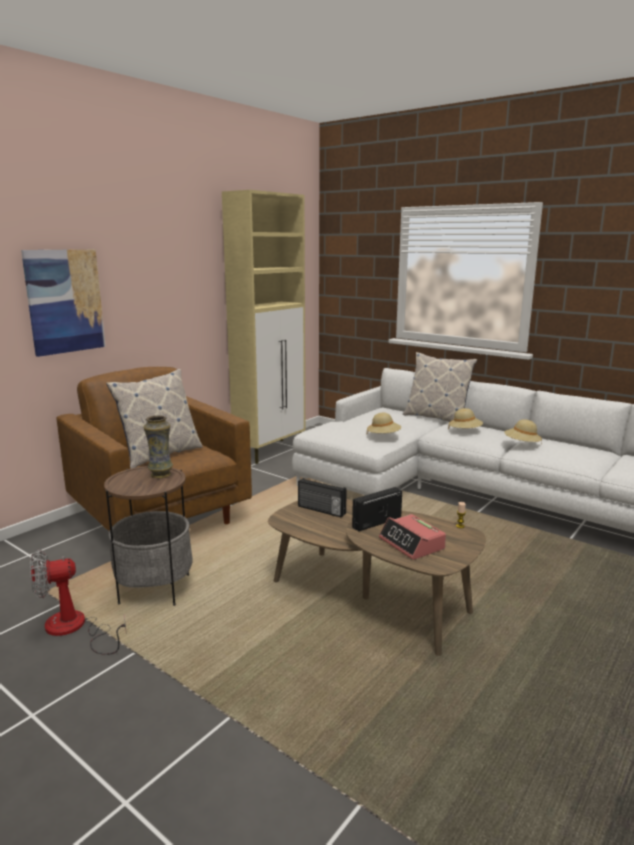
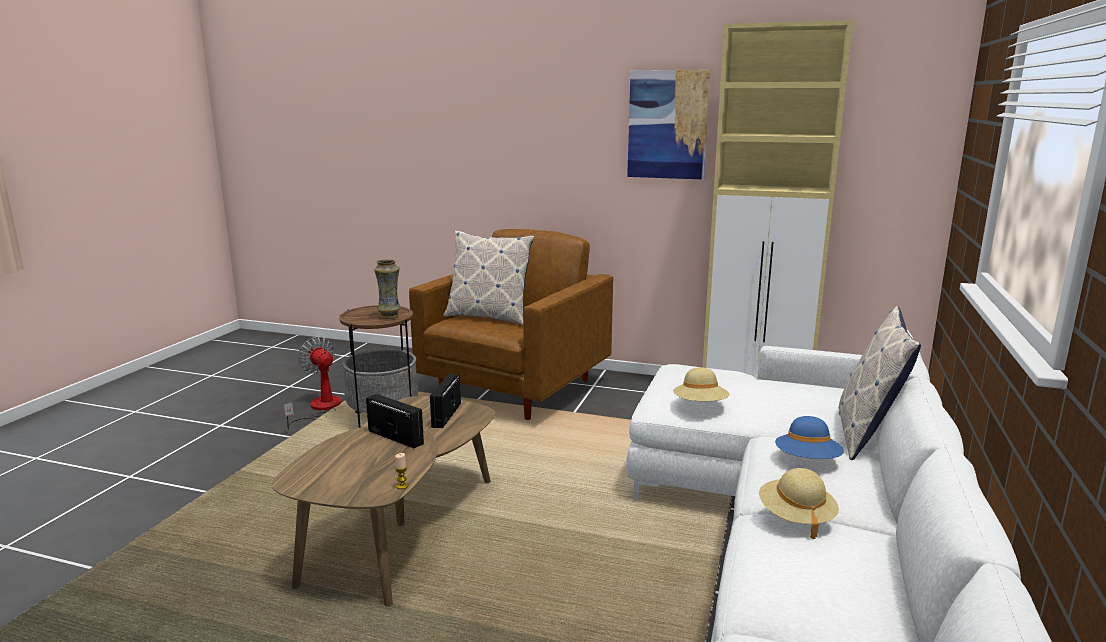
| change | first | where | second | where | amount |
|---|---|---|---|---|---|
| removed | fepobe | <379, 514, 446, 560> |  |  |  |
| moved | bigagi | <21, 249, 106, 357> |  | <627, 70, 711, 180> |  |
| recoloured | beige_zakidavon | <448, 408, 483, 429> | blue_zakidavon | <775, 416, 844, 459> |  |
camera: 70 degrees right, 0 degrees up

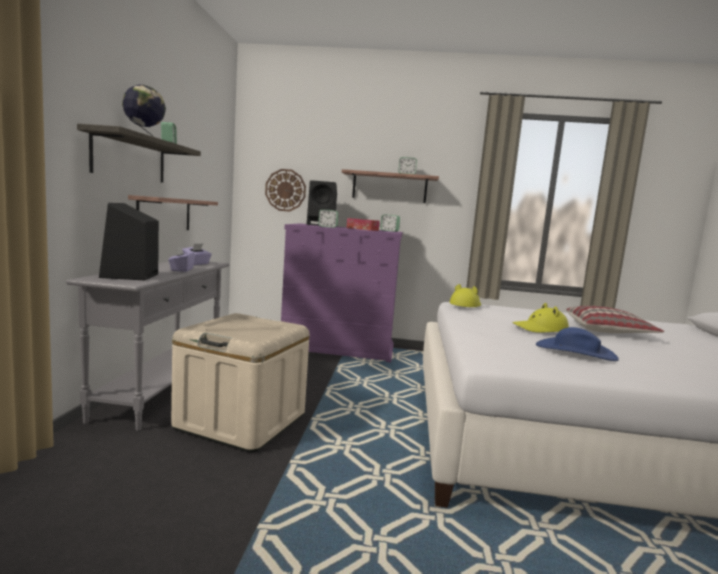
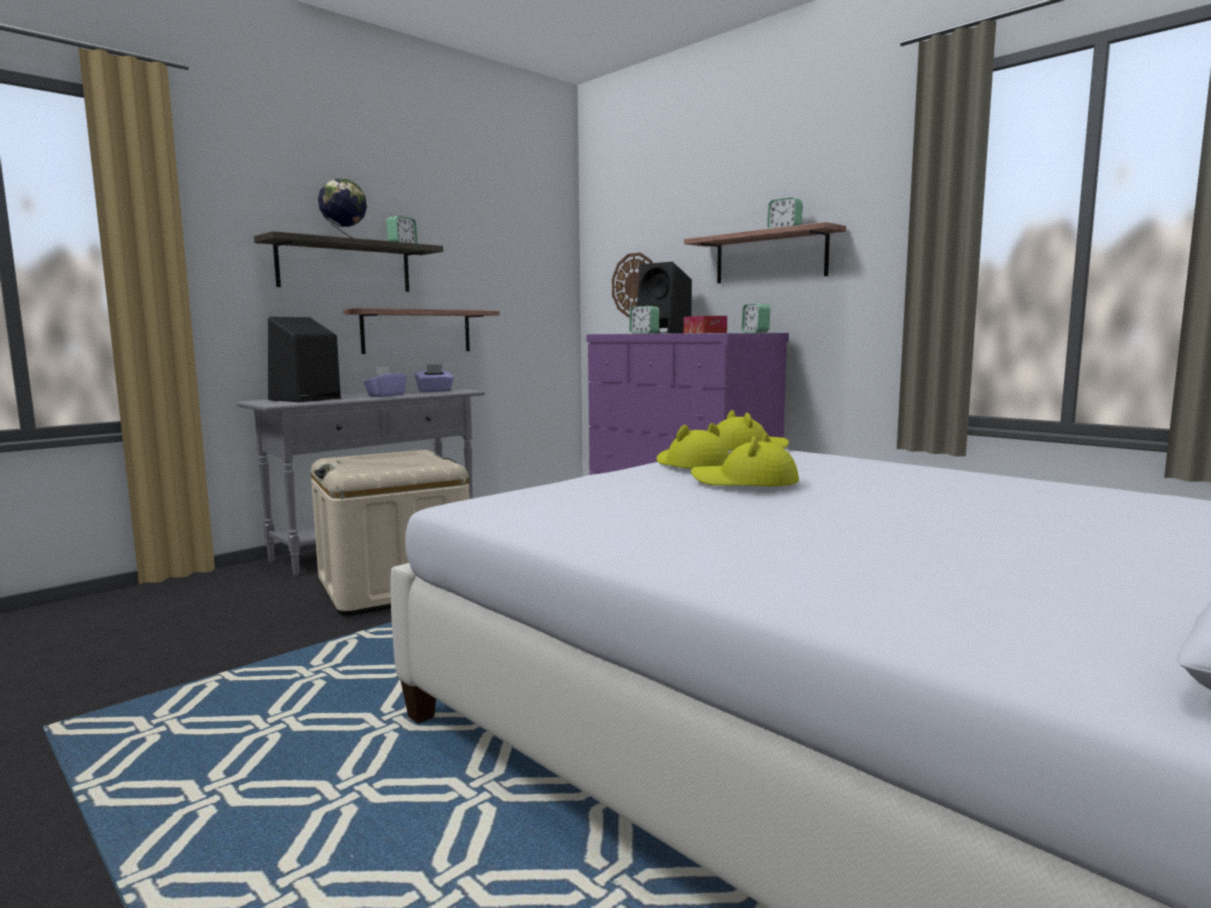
| change | first | where | second | where | amount |
|---|---|---|---|---|---|
| removed | blue_zakidavon | <536, 327, 619, 361> |  |  |  |
| removed | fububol | <566, 306, 664, 333> |  |  |  |
| added |  |  | yellow_zakidavon | <657, 423, 729, 469> |  |
camera: 40 degrees right, 0 degrees up

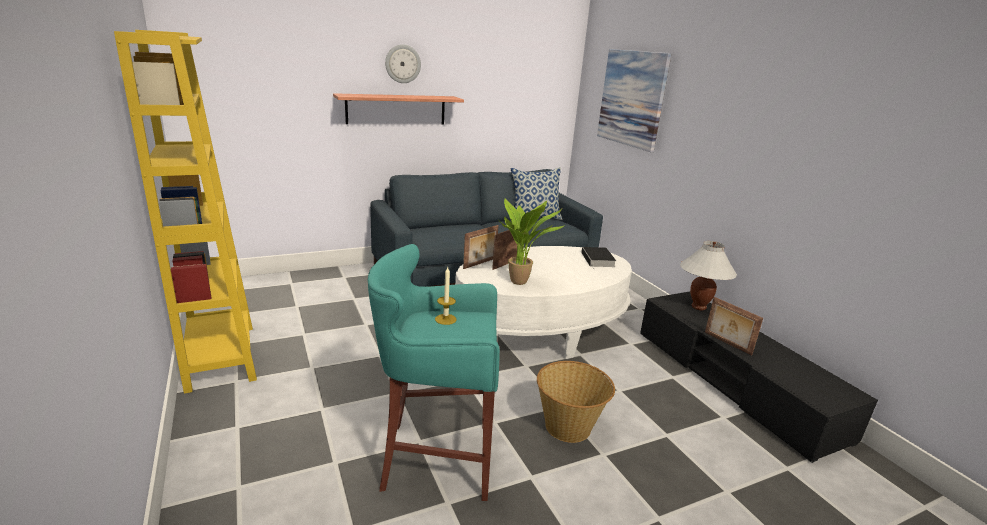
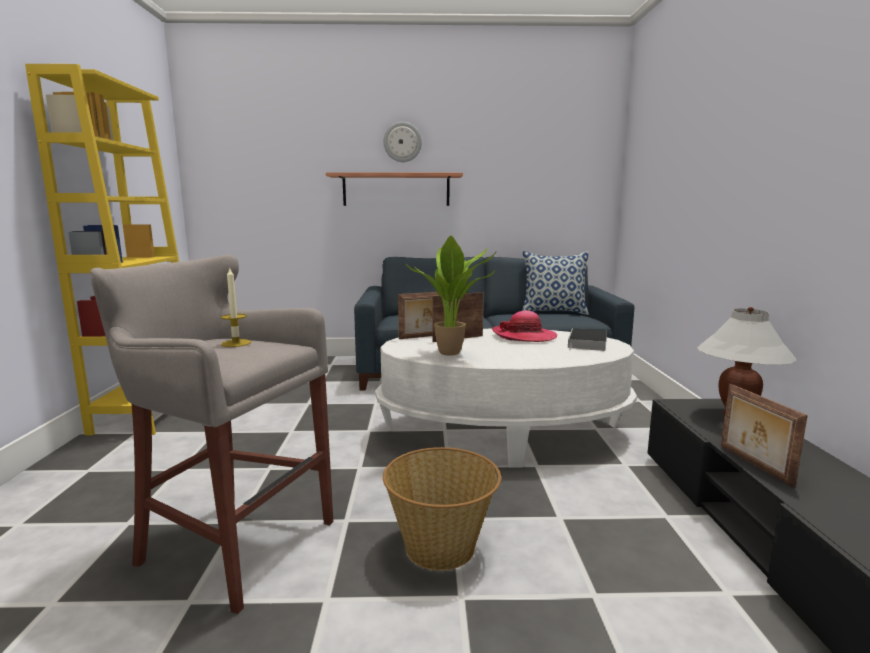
| change | first | where | second | where | amount |
|---|---|---|---|---|---|
| removed | bigagi | <597, 49, 671, 152> |  |  |  |
| added |  |  | zakidavon | <492, 310, 557, 342> |  |
| recoloured | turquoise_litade | <368, 244, 500, 501> | grey_litade | <90, 255, 333, 614> |  |
camera: 25 degrees right, 10 degrees down

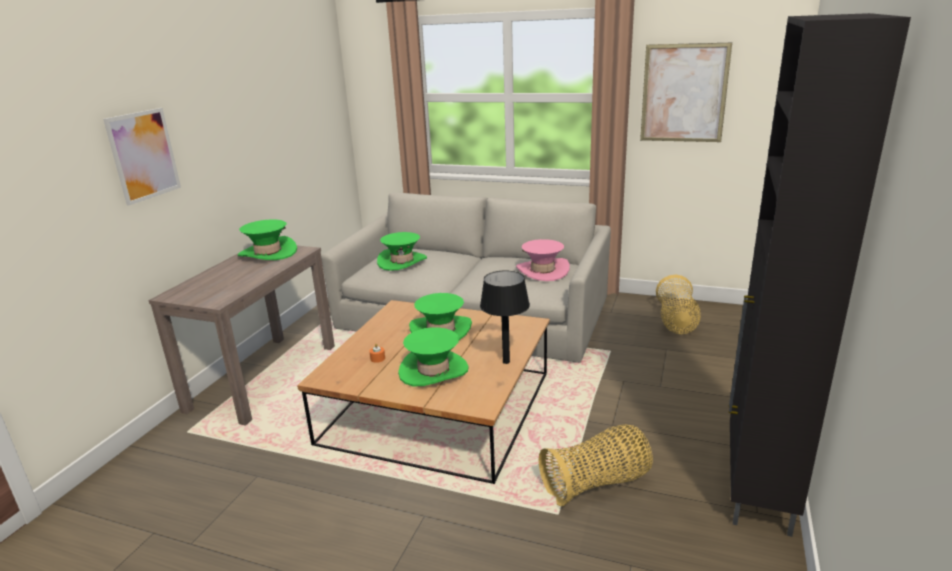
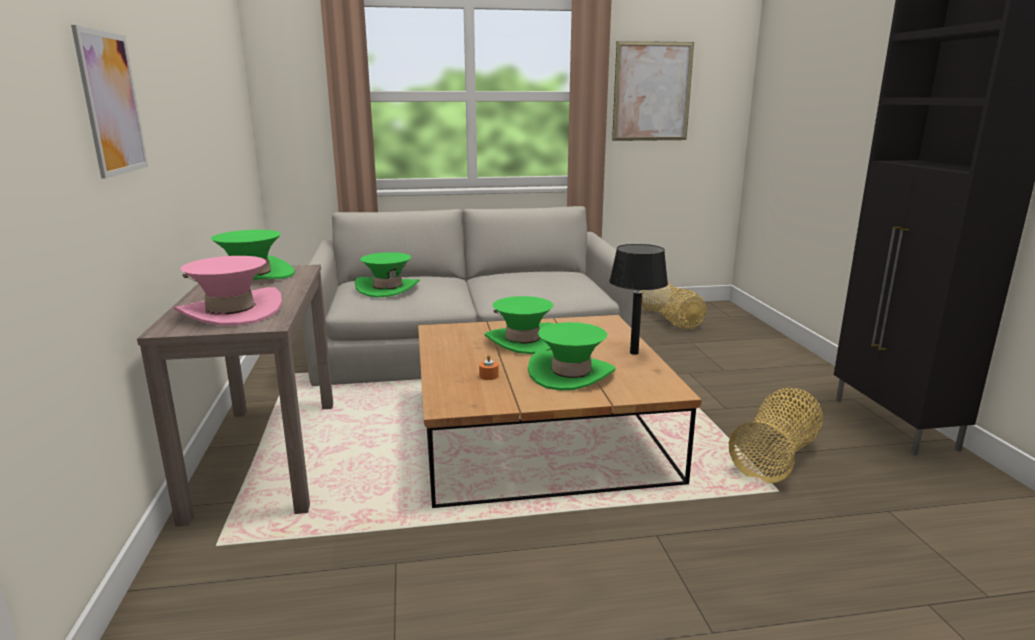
| change | first | where | second | where | amount |
|---|---|---|---|---|---|
| moved | pink_zakidavon | <516, 239, 570, 281> |  | <174, 256, 282, 326> |  |
camera: 30 degrees left, 5 degrees down

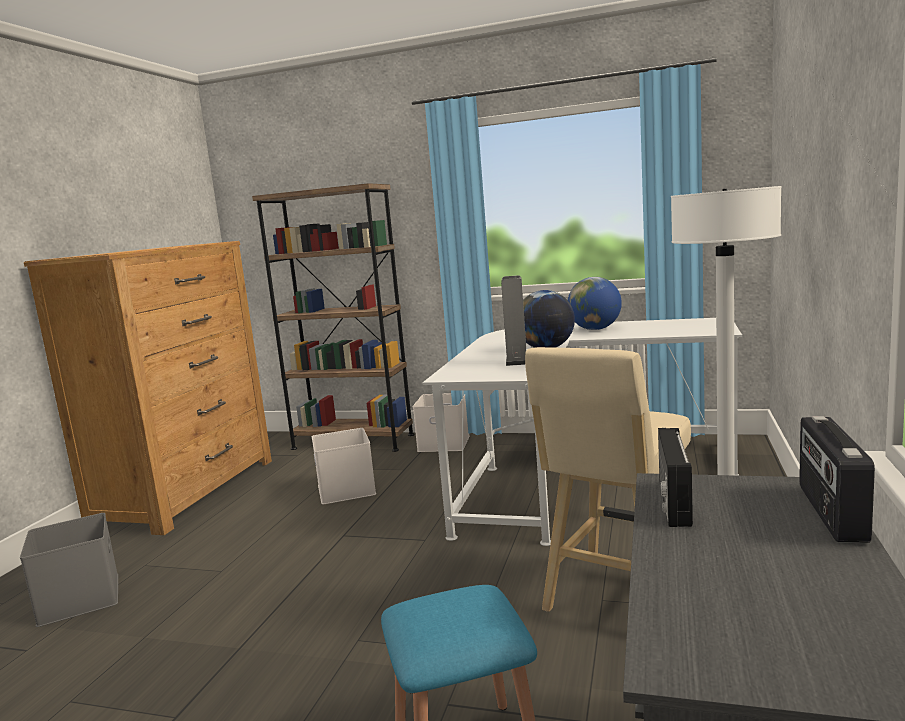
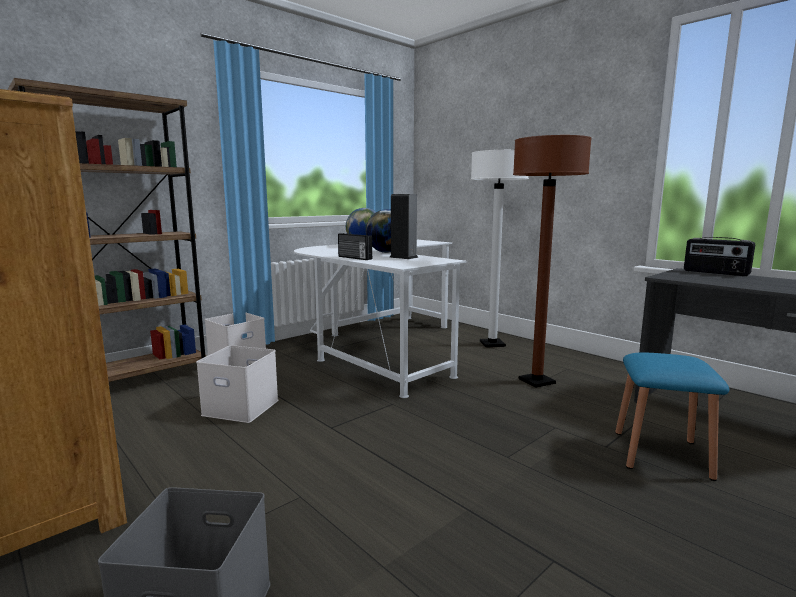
| change | first | where | second | where | amount |
|---|---|---|---|---|---|
| moved | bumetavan | <658, 428, 693, 527> |  | <338, 233, 372, 260> |  |
| replaced | beige_litade | <525, 347, 691, 612> | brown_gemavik | <513, 135, 592, 388> |  |
camera: 60 degrees left, 0 degrees up

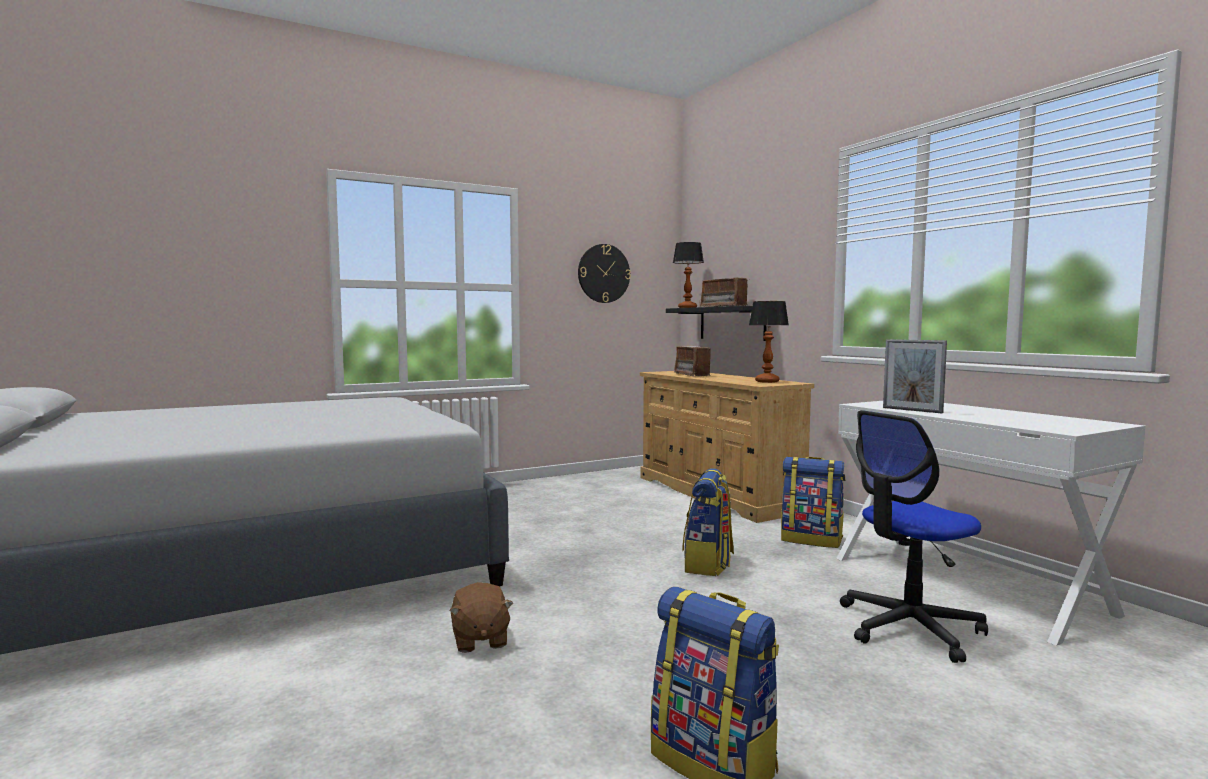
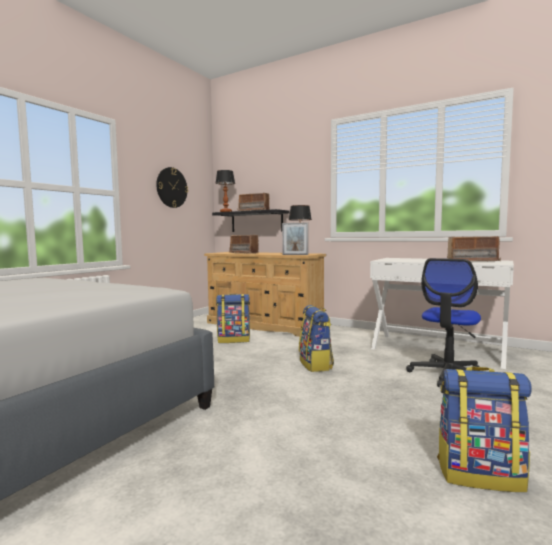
| change | first | where | second | where | amount |
|---|---|---|---|---|---|
| removed | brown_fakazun | <449, 582, 514, 653> |  |  |  |
| added |  |  | bumetavan | <447, 236, 501, 261> |  |
| moved | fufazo | <781, 457, 845, 548> |  | <216, 294, 250, 343> |  |
| moved | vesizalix | <883, 339, 947, 414> |  | <282, 223, 308, 255> |  |
camera: 30 degrees left, 0 degrees up

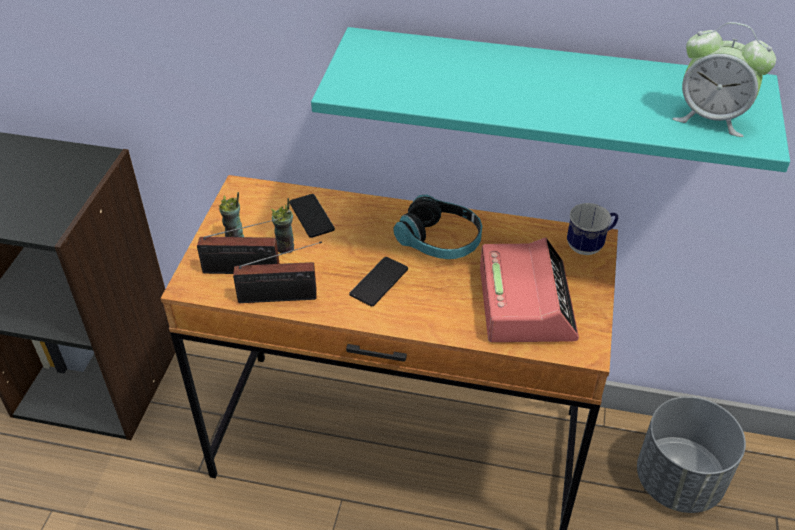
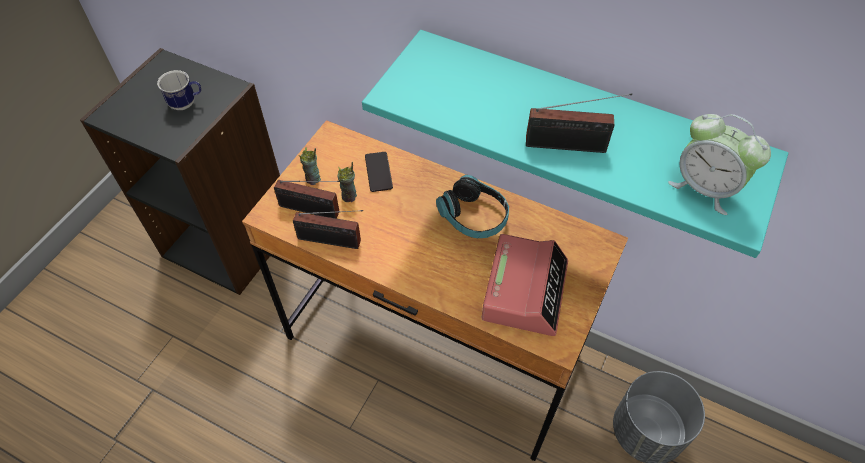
| change | first | where | second | where | amount |
|---|---|---|---|---|---|
| removed | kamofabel | <349, 257, 408, 306> |  |  |  |
| added |  |  | bumetavan | <526, 93, 632, 153> |  |
| moved | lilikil | <567, 203, 618, 255> |  | <157, 70, 201, 110> |  |
camera: 15 degrees right, 10 degrees up

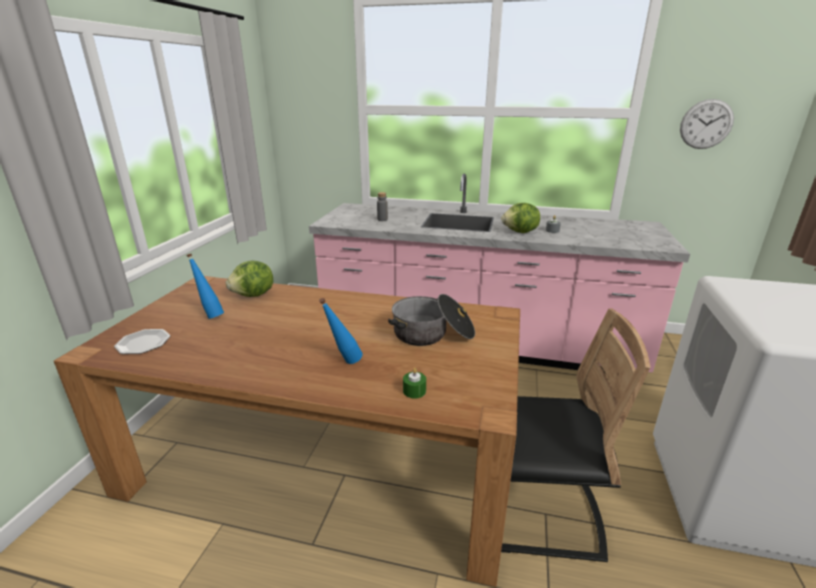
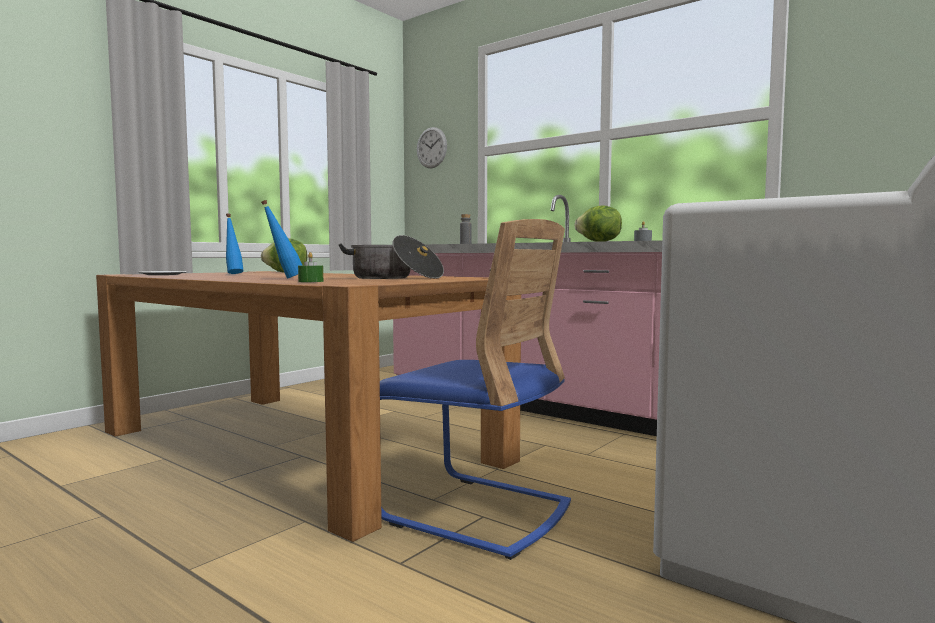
| change | first | where | second | where | amount |
|---|---|---|---|---|---|
| moved | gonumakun | <680, 99, 734, 149> |  | <417, 127, 447, 168> |  |
| recoloured | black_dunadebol | <501, 308, 651, 562> | blue_dunadebol | <380, 219, 571, 560> |  |
camera: 25 degrees right, 20 degrees down

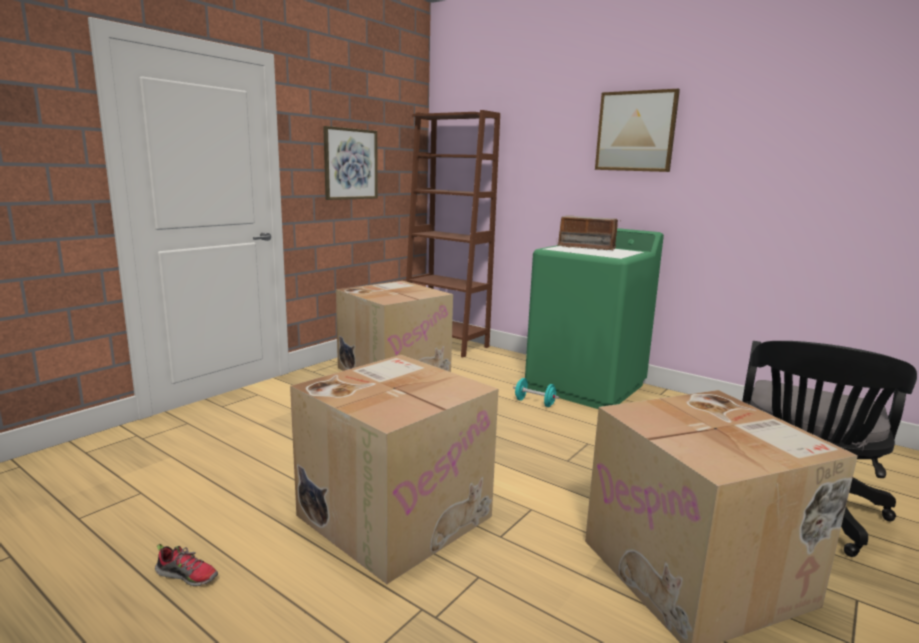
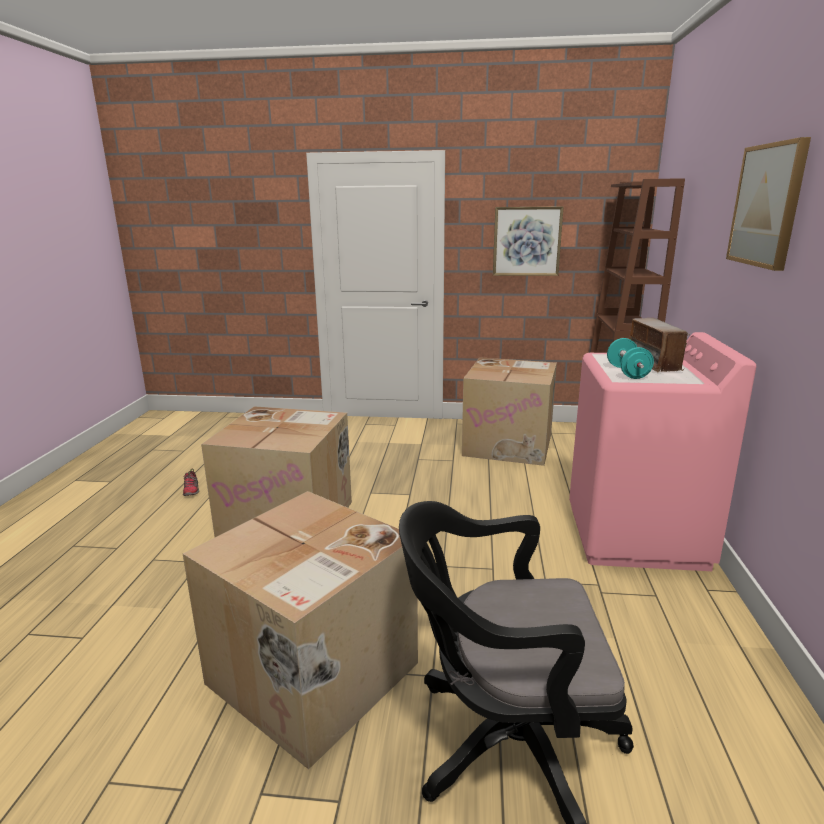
| change | first | where | second | where | amount |
|---|---|---|---|---|---|
| moved | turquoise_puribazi | <513, 378, 559, 407> |  | <607, 338, 654, 379> |  |
| recoloured | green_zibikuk | <525, 228, 664, 409> | pink_zibikuk | <569, 332, 756, 571> |  |
camera: 60 degrees right, 5 degrees up

